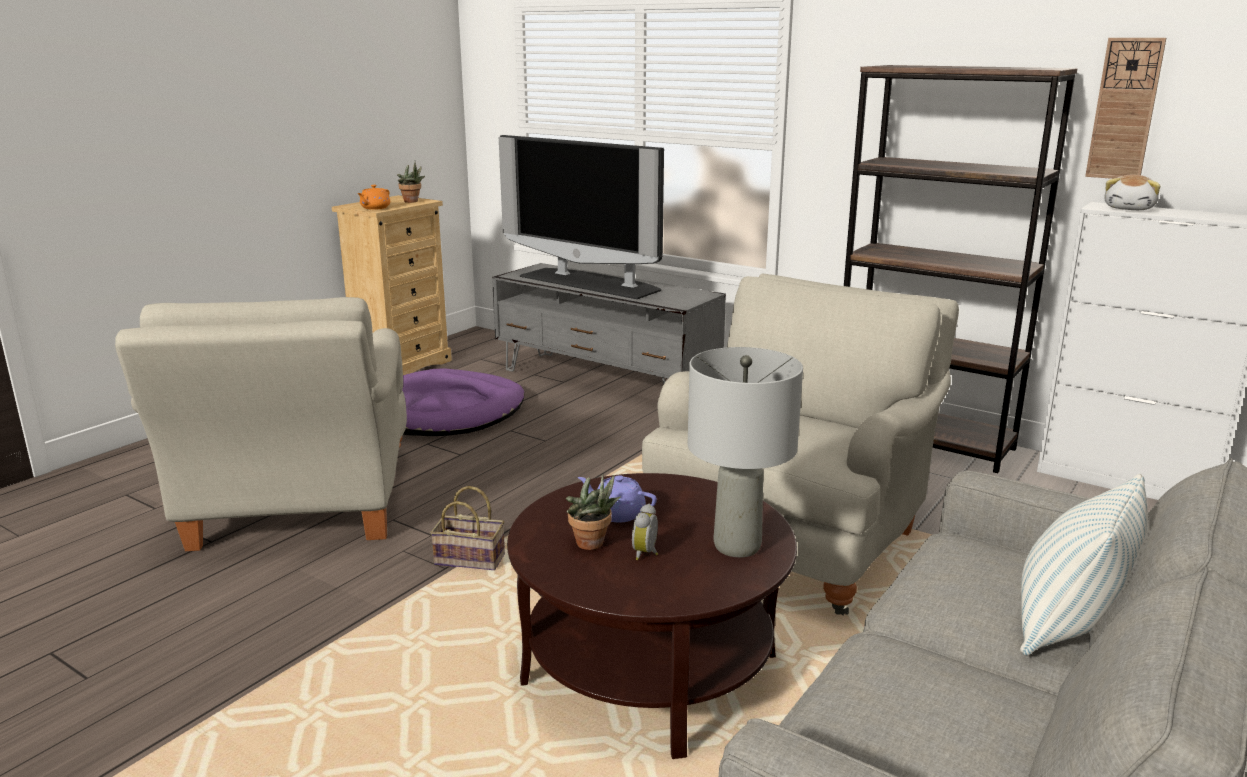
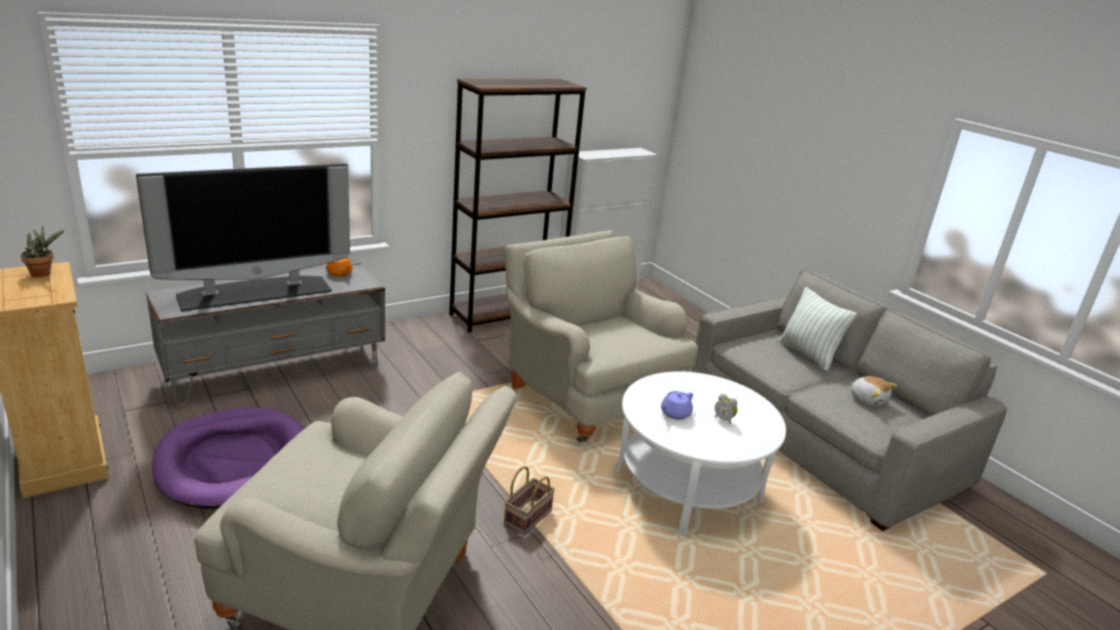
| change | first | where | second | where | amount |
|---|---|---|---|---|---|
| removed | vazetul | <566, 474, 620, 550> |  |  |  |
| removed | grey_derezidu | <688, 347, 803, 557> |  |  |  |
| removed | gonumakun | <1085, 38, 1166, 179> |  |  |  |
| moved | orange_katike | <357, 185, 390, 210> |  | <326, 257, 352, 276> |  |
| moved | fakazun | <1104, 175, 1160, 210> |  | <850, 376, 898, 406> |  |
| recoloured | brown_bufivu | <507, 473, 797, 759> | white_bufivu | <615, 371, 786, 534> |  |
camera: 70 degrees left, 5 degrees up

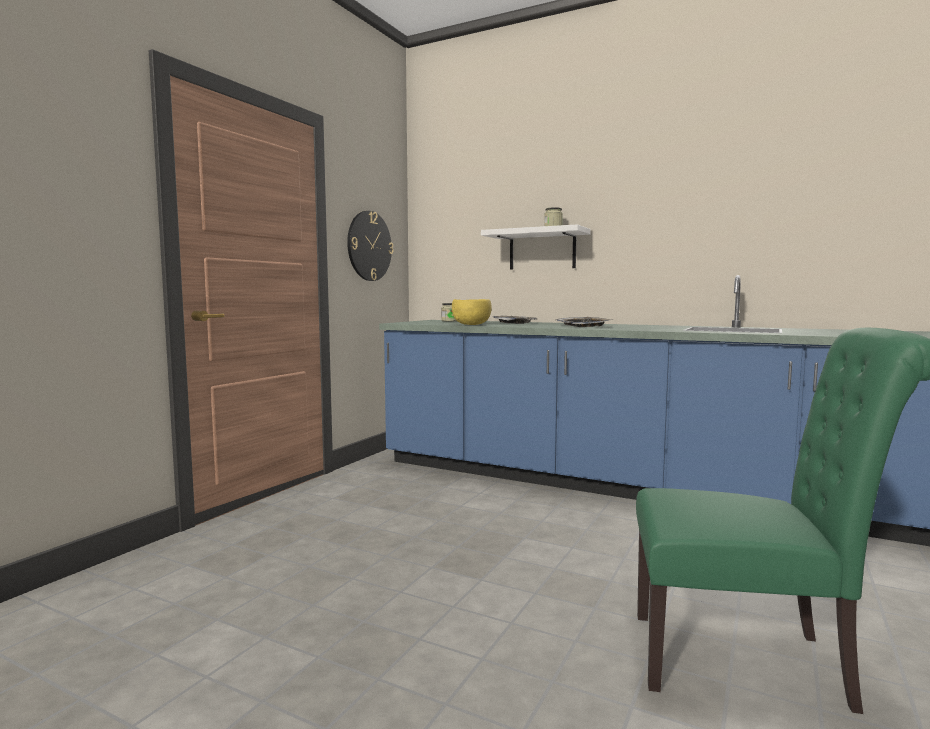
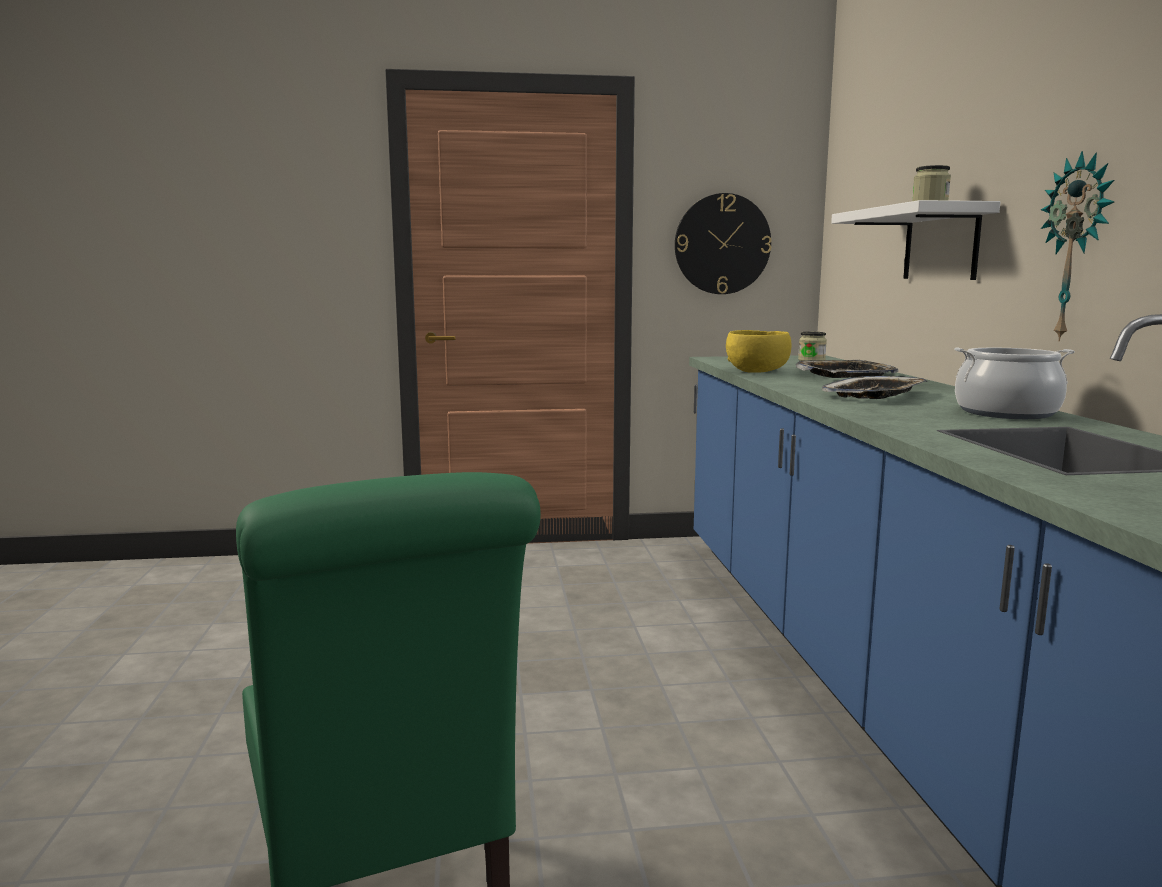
| change | first | where | second | where | amount |
|---|---|---|---|---|---|
| added |  |  | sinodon | <954, 347, 1075, 419> |  |
| added |  |  | gonumakun | <1041, 151, 1115, 342> |  |
camera: 55 degrees right, 5 degrees up

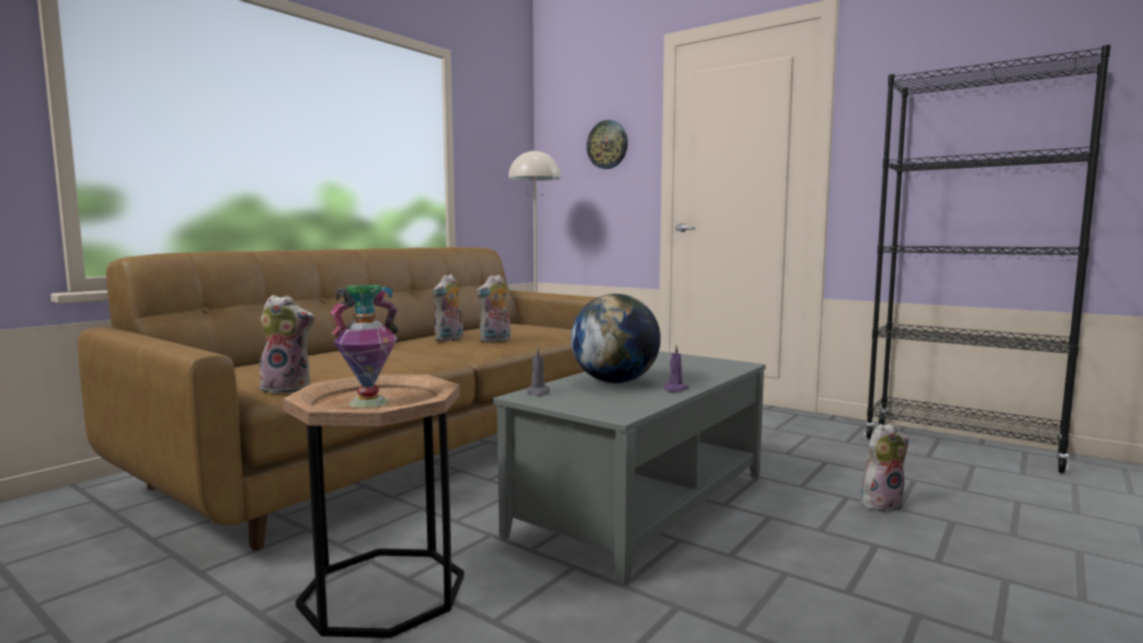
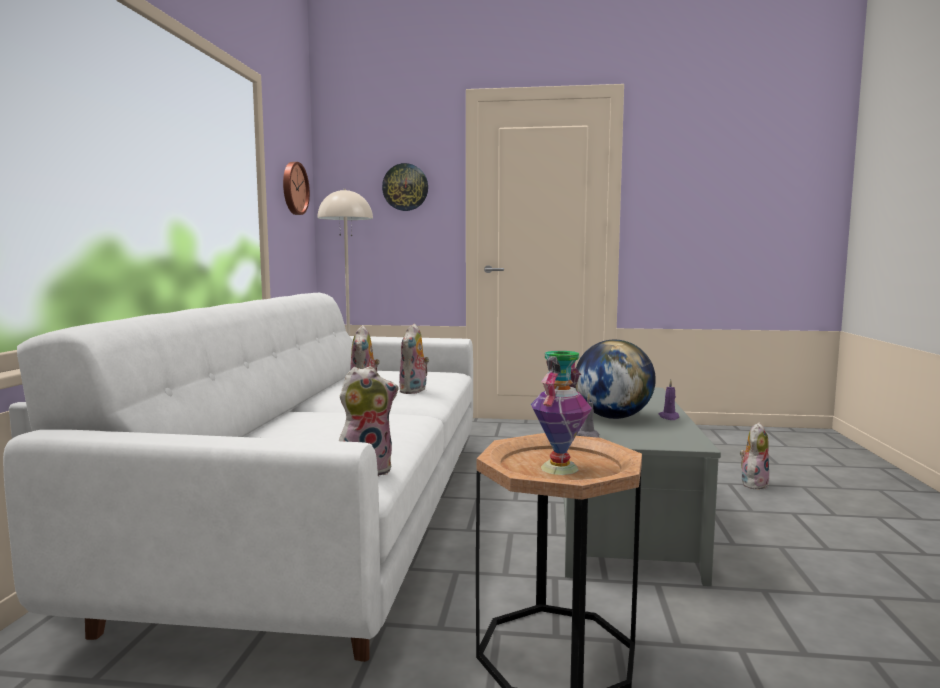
| change | first | where | second | where | amount |
|---|---|---|---|---|---|
| removed | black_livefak | <864, 45, 1111, 473> |  |  |  |
| added |  |  | gonumakun | <283, 162, 310, 215> |  |
| recoloured | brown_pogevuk | <78, 247, 598, 550> | white_pogevuk | <3, 293, 473, 662> |  |
camera: 30 degrees left, 0 degrees up

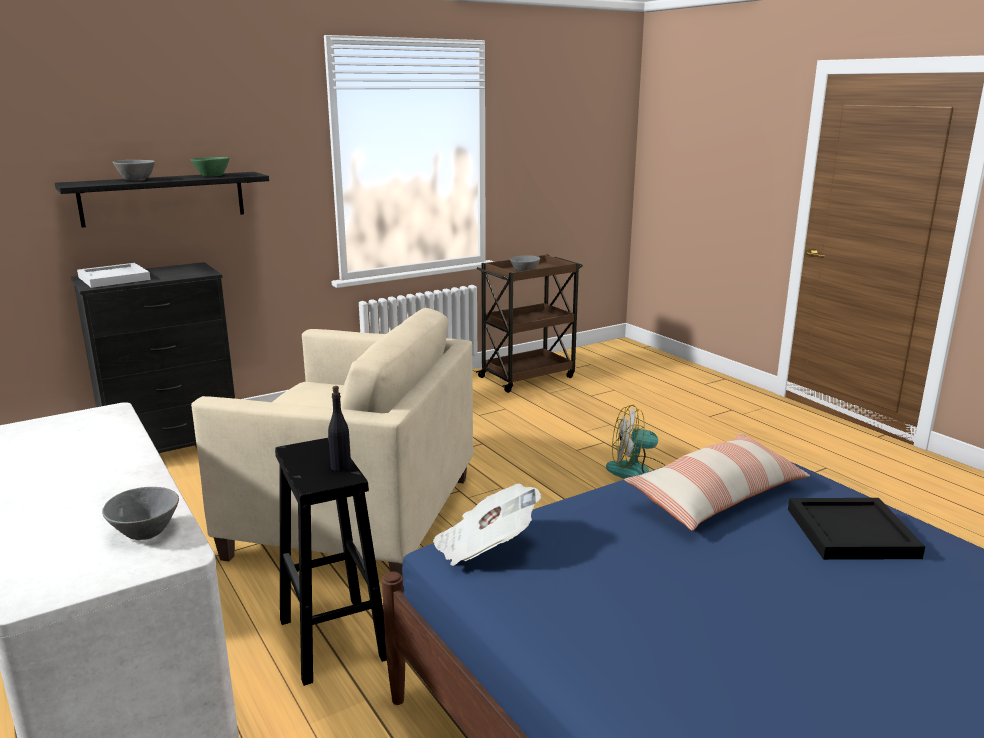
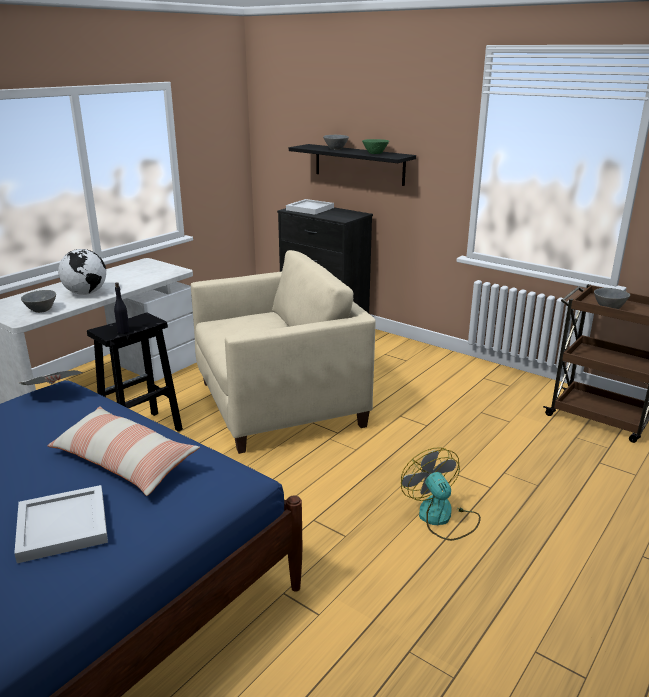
| change | first | where | second | where | amount |
|---|---|---|---|---|---|
| added |  |  | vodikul | <58, 249, 106, 295> |  |
| recoloured | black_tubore | <788, 498, 925, 560> | white_tubore | <14, 485, 108, 563> |  |
| turned | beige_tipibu | <191, 308, 474, 577> |  | <191, 250, 376, 454> | 105 degrees counterclockwise |
camera: 70 degrees right, 5 degrees up

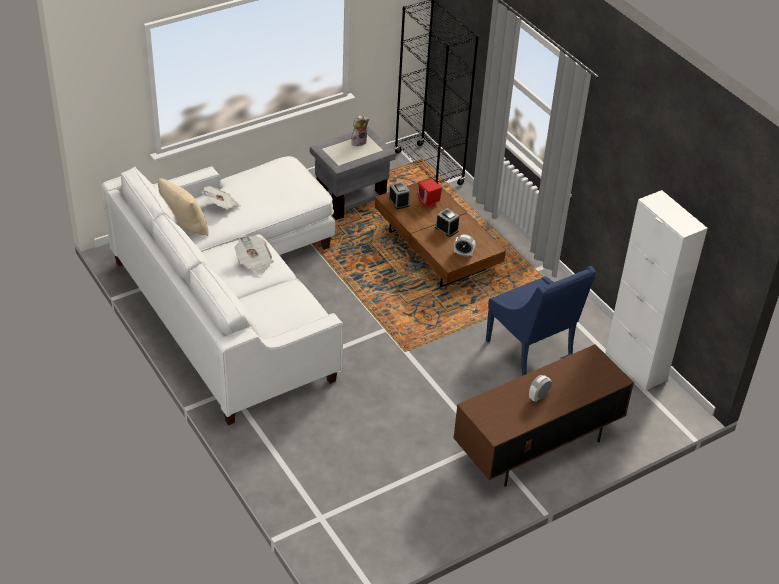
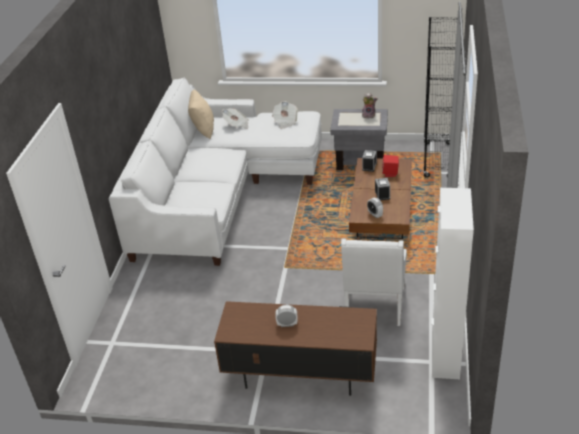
| change | first | where | second | where | amount |
|---|---|---|---|---|---|
| moved | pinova | <235, 235, 274, 275> |  | <272, 101, 298, 129> |  |
| recoloured | blue_tipibu | <486, 266, 596, 376> | white_tipibu | <341, 239, 407, 326> |  |
camera: 45 degrees right, 5 degrees down

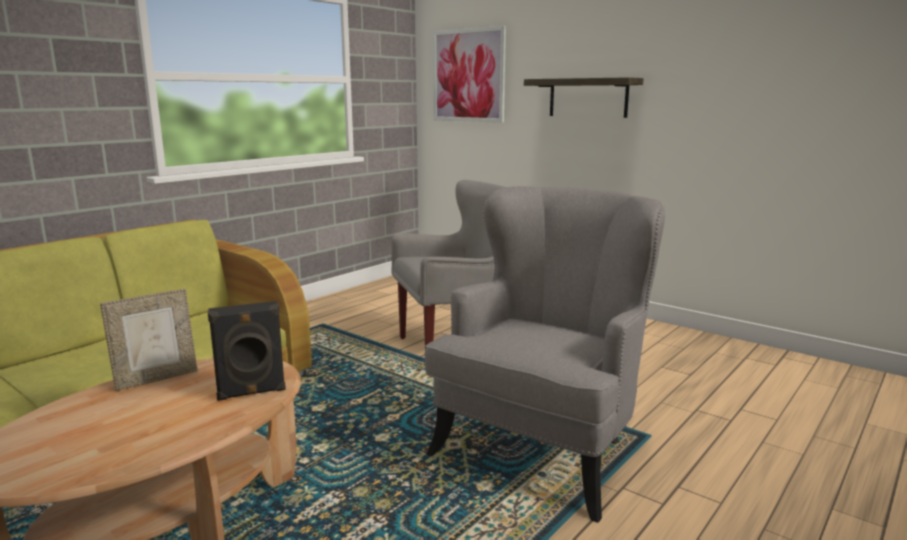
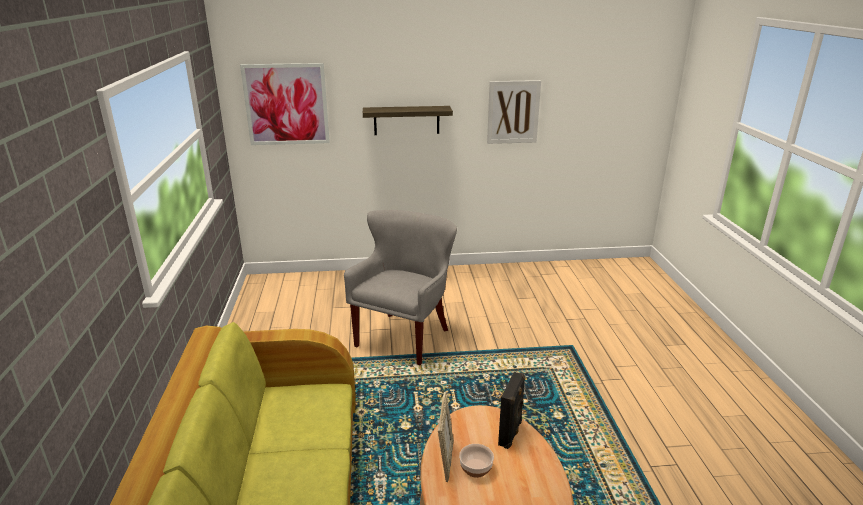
| change | first | where | second | where | amount |
|---|---|---|---|---|---|
| removed | grey_tipibu | <425, 186, 665, 523> |  |  |  |
| added |  |  | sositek | <459, 444, 494, 478> |  |
| added |  |  | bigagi | <487, 80, 541, 144> |  |
camera: 45 degrees left, 10 degrees up

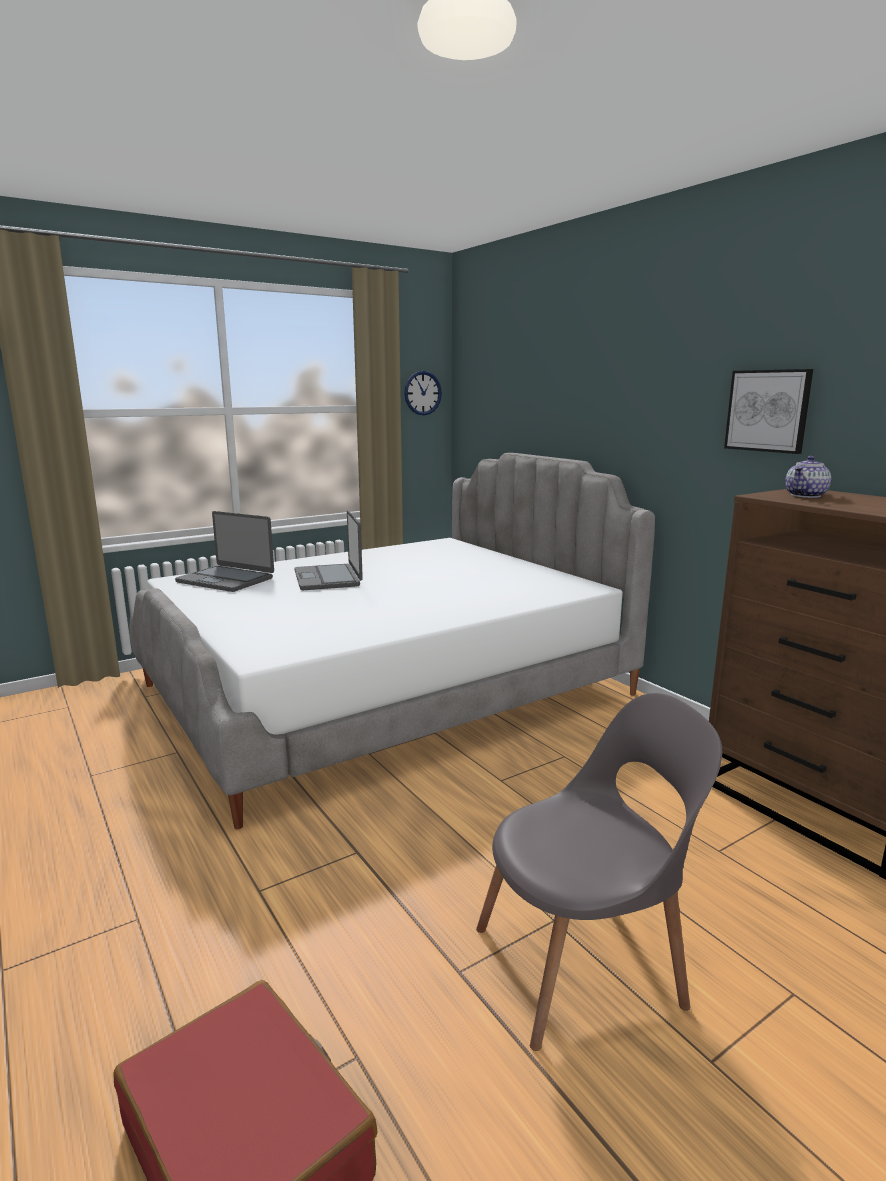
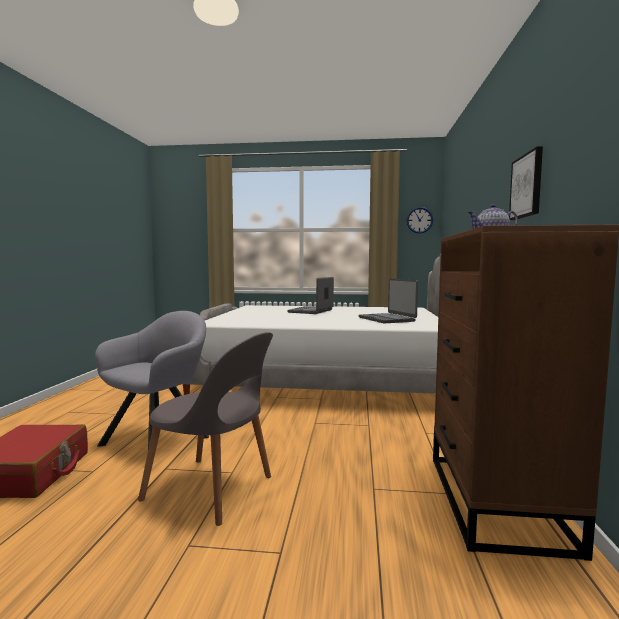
| change | first | where | second | where | amount |
|---|---|---|---|---|---|
| added |  |  | grey_tipibu | <95, 311, 209, 449> |  |
| moved | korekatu | <175, 511, 274, 592> |  | <359, 279, 418, 324> |  |
camera: 40 degrees right, 10 degrees down

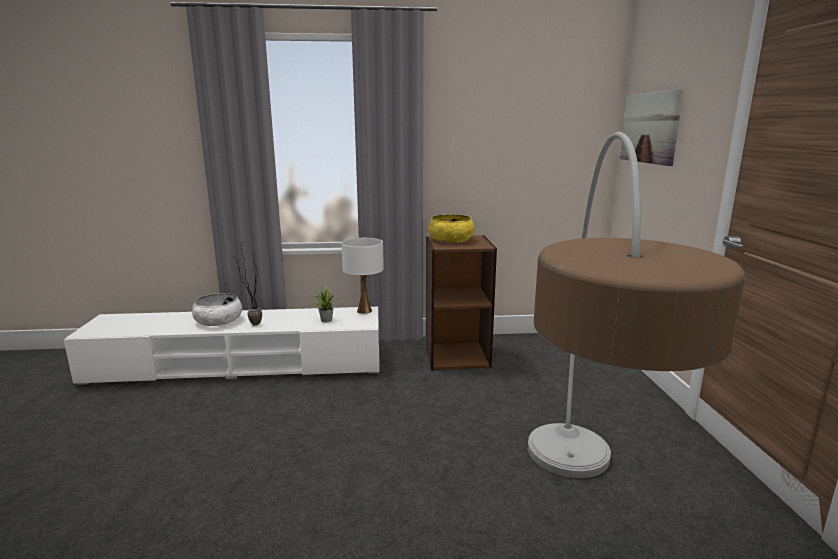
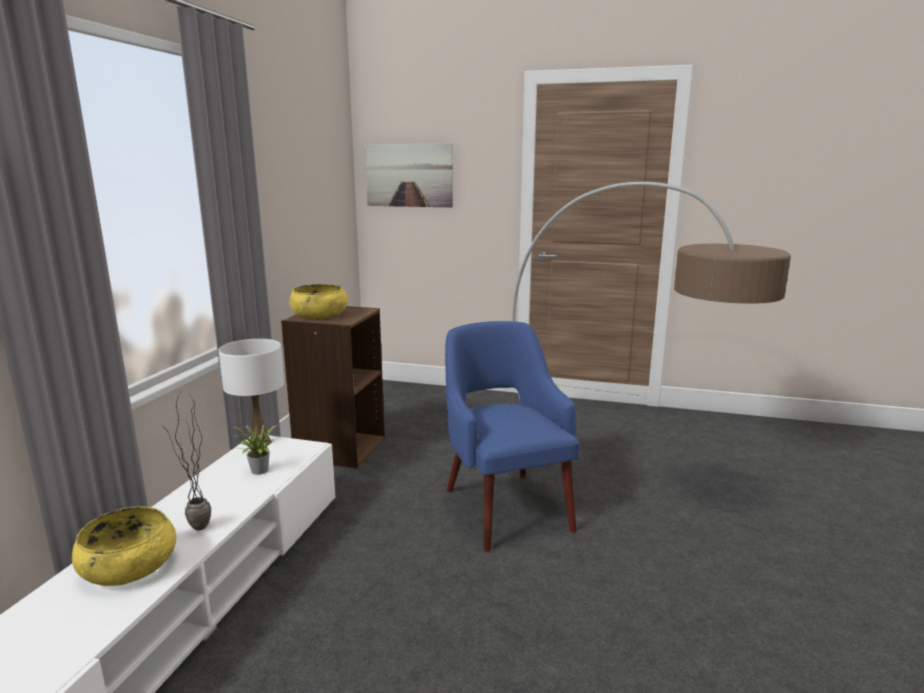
| change | first | where | second | where | amount |
|---|---|---|---|---|---|
| added |  |  | blue_tipibu | <445, 321, 579, 552> |  |
| recoloured | white_sositek | <192, 293, 242, 326> | yellow_sositek | <72, 507, 176, 586> |  |
camera: 70 degrees left, 0 degrees up

